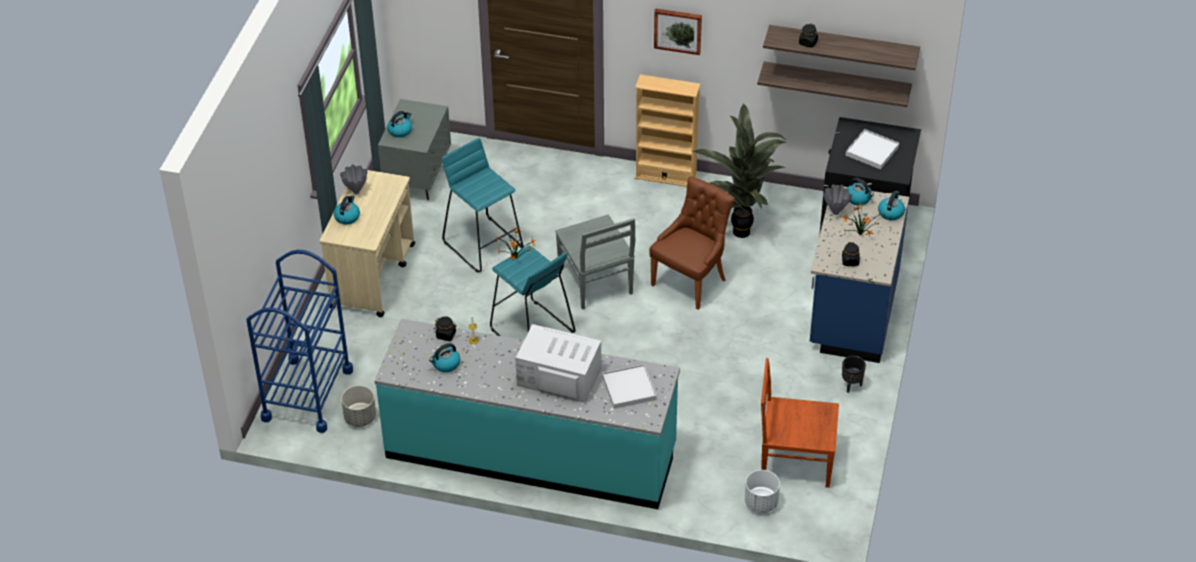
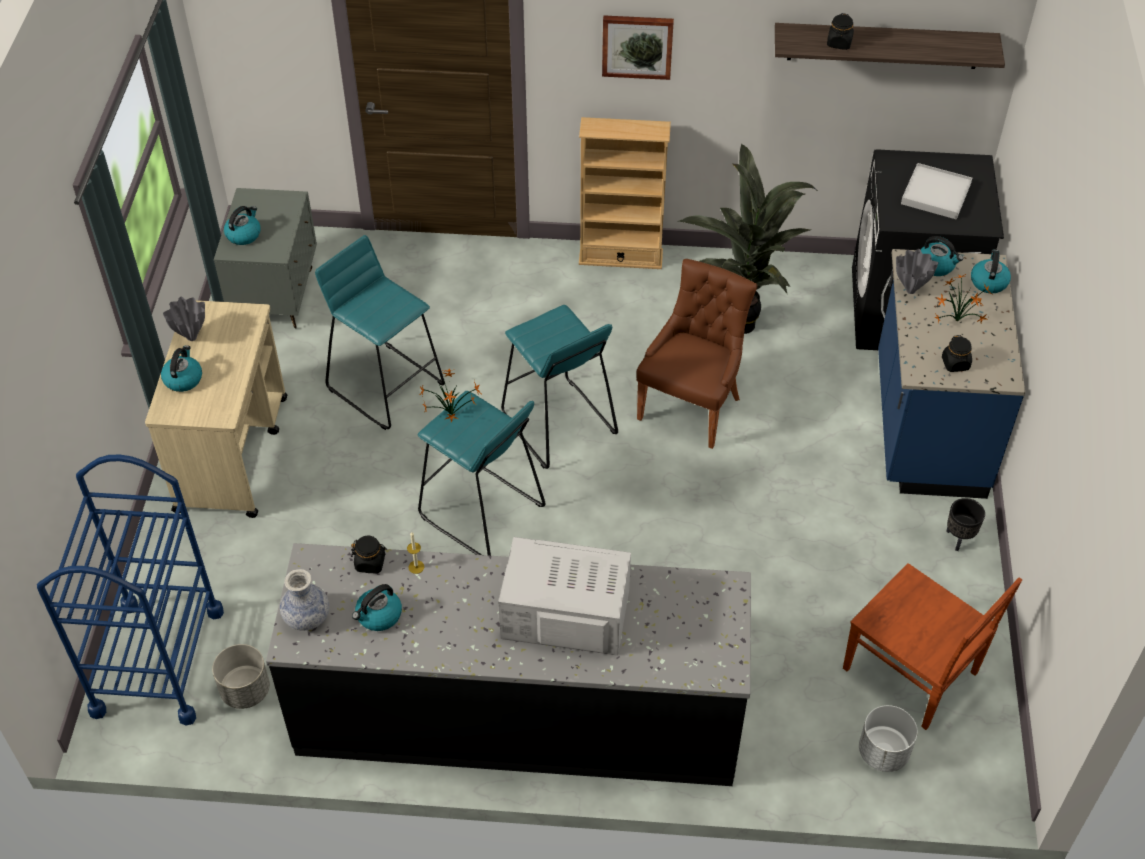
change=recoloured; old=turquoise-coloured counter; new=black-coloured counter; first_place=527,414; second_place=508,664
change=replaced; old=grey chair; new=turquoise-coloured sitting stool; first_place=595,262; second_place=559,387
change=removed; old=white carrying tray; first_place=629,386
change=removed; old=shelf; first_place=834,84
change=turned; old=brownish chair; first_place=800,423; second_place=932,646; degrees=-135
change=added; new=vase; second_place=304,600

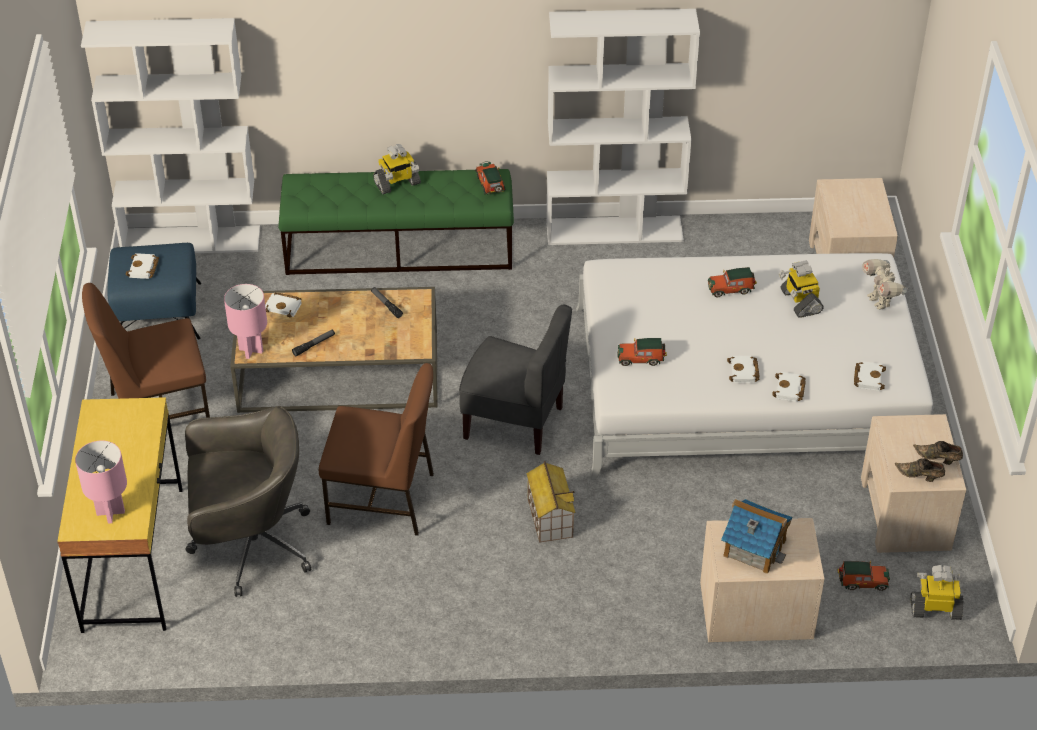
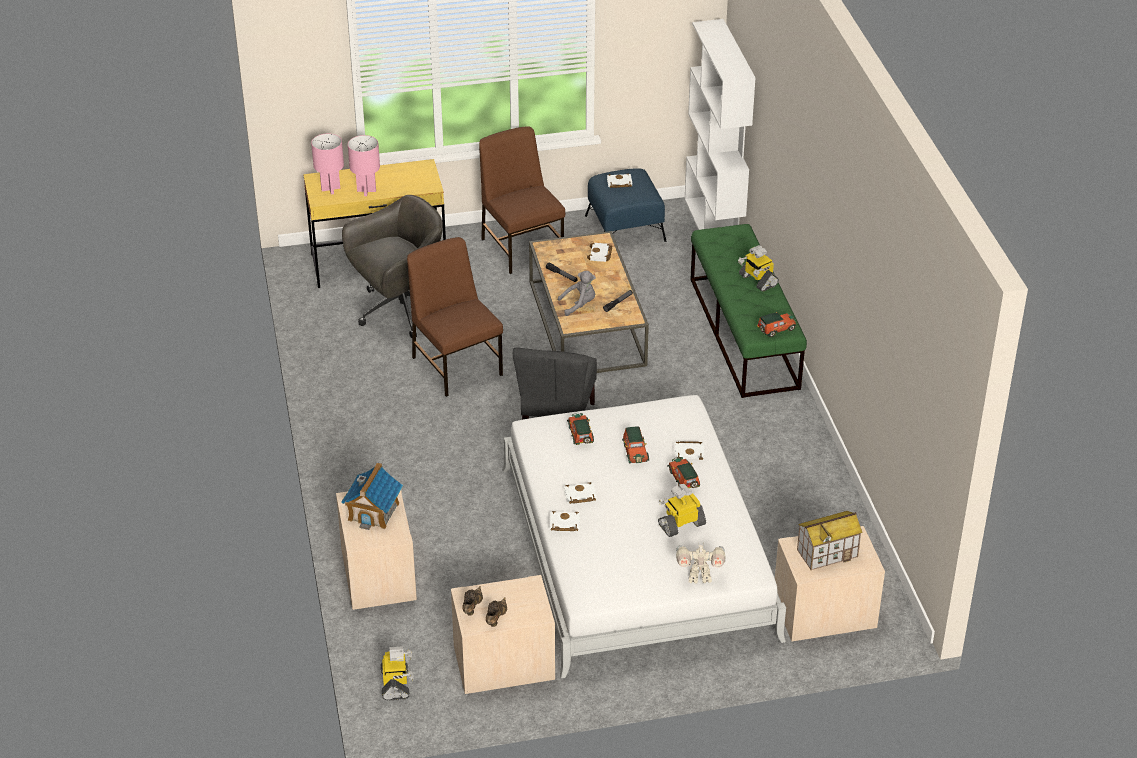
change=turned; old=grey desk chair; first_place=248,501; second_place=392,266; degrees=-105
change=moved; old=pinkish tabletop lamp; first_place=245,321; second_place=364,165
change=turned; old=brownish chair; first_place=376,449; second_place=455,317; degrees=150
change=moved; old=miniature house; first_place=551,502; second_place=830,540
change=removed; old=white shelving unit; first_place=623,127
change=moved; old=toy car; first_place=863,576; second_place=635,444
change=moved; old=white bound book; first_place=870,376; second_place=689,450
change=turned; old=toy robot; first_place=885,284; second_place=700,563; degrees=-150
change=added; new=grey plush toy; second_place=577,293

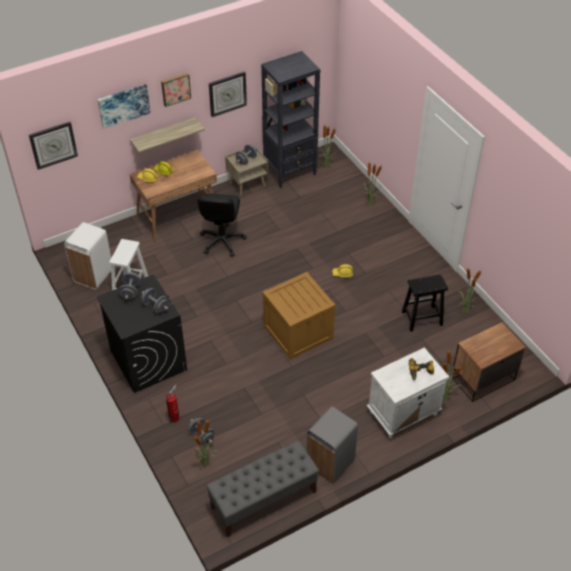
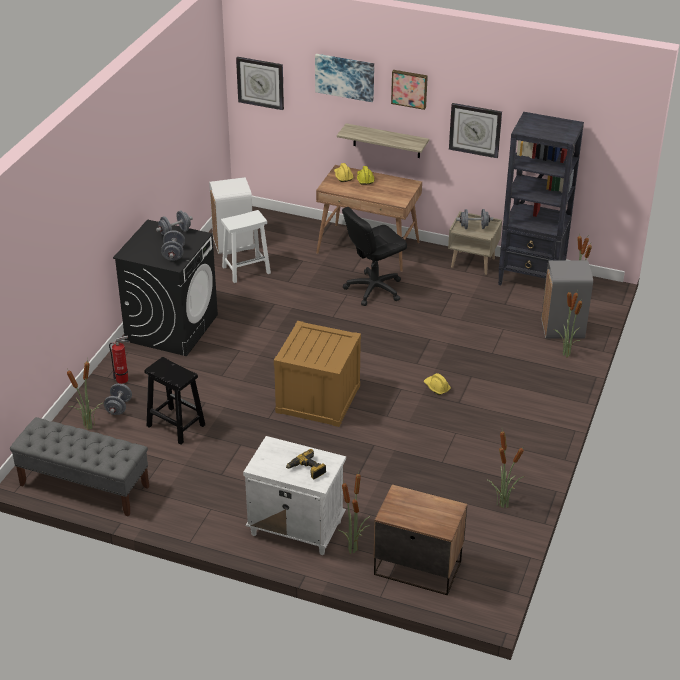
change=moved; old=grey trash can; first_place=332,445; second_place=567,299
change=moved; old=black-coloured sitting stool; first_place=425,303; second_place=174,401

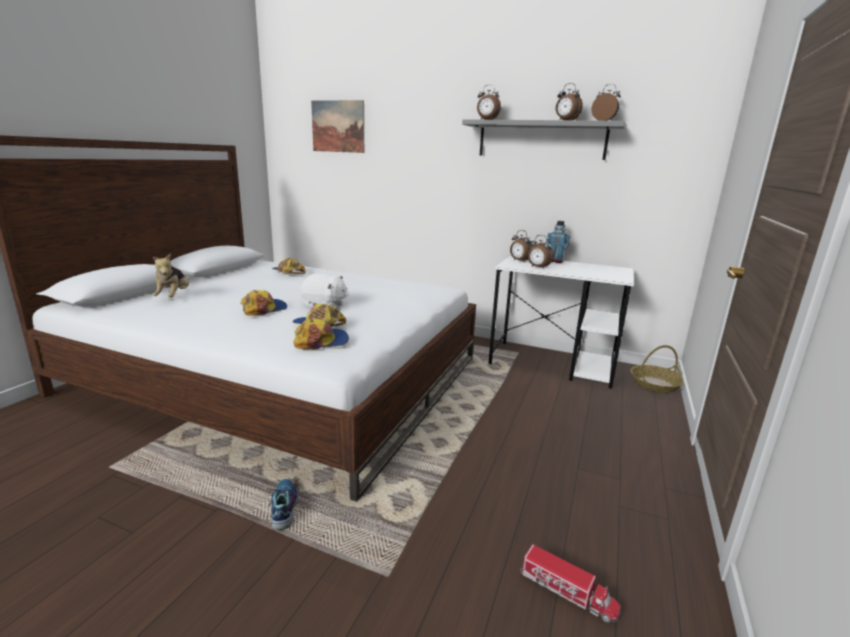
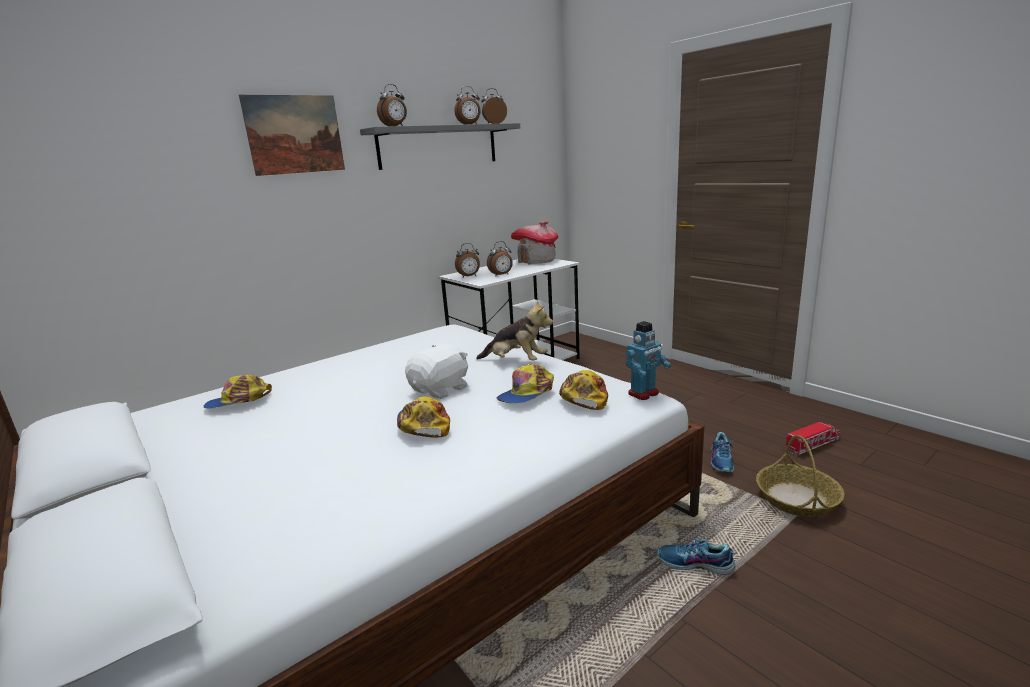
change=moved; old=plush toy; first_place=170,275; second_place=514,330
change=moved; old=picture; first_place=337,126; second_place=292,135
change=moved; old=toy robot; first_place=558,242; second_place=648,360
change=moved; old=household basket; first_place=657,369; second_place=800,476
change=added; new=miniature house; second_place=534,243
change=added; new=low shoe; second_place=722,452

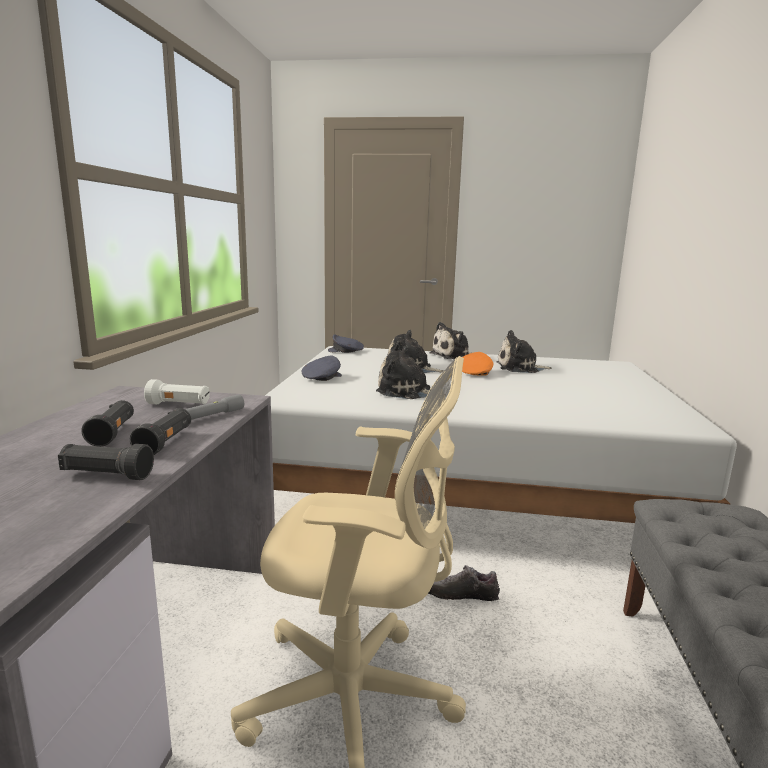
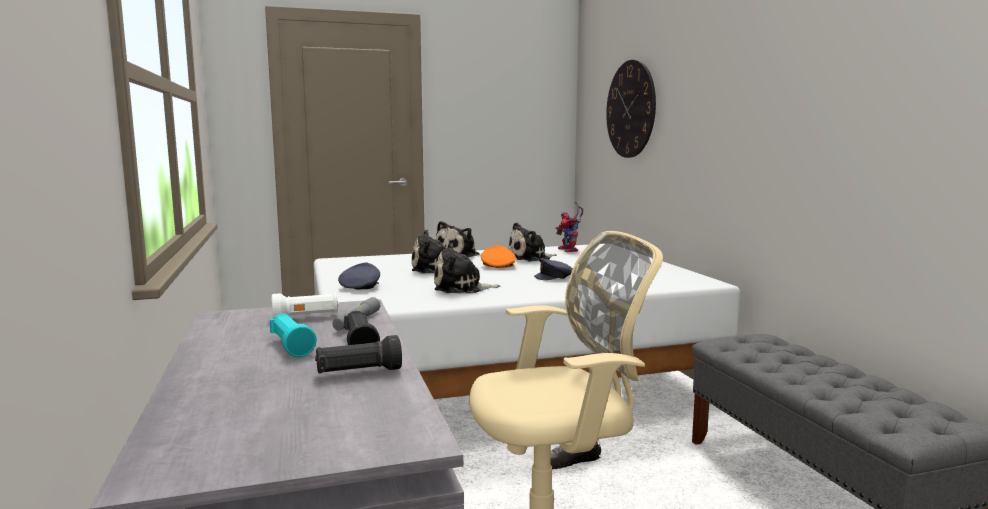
change=recoloured; old=black-coloured flashlight; new=turquoise-coloured flashlight; first_place=107,423; second_place=293,335
change=moved; old=grey cap; first_place=346,343; second_place=553,269
change=added; new=toy robot; second_place=570,226
change=added; new=clock on the wall; second_place=631,109

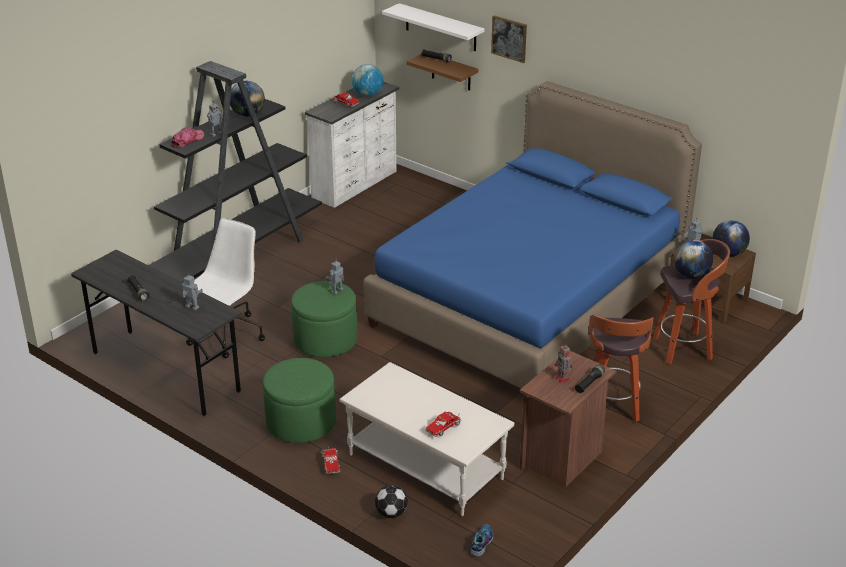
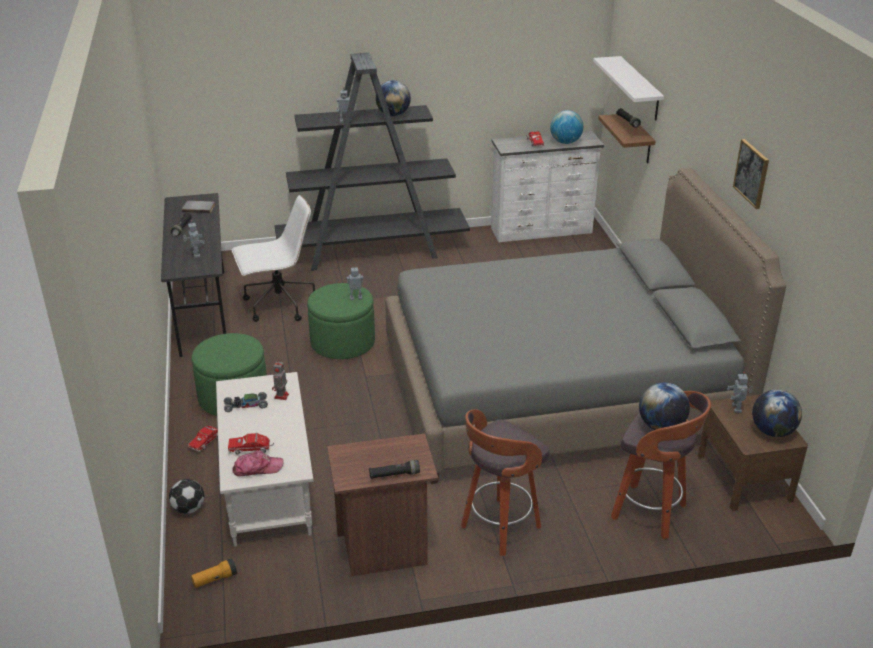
change=moved; old=cap; first_place=187,137; second_place=258,463
change=recoloured; old=bluish bed; new=grey bed; first_place=532,234; second_place=585,326
change=replaced; old=low shoe; new=flashlight; first_place=482,540; second_place=214,573
change=moved; old=picture; first_place=509,39; second_place=751,174
change=moved; old=toy robot; first_place=563,363; second_place=280,380
change=added; new=grey bound book; second_place=198,207
change=added; new=toy car; second_place=246,402

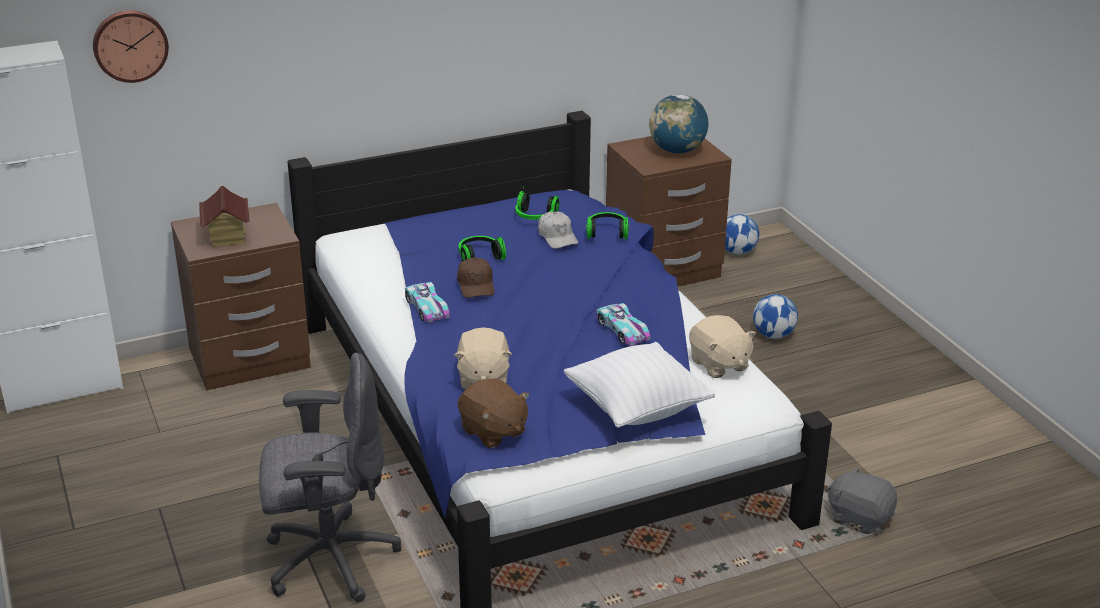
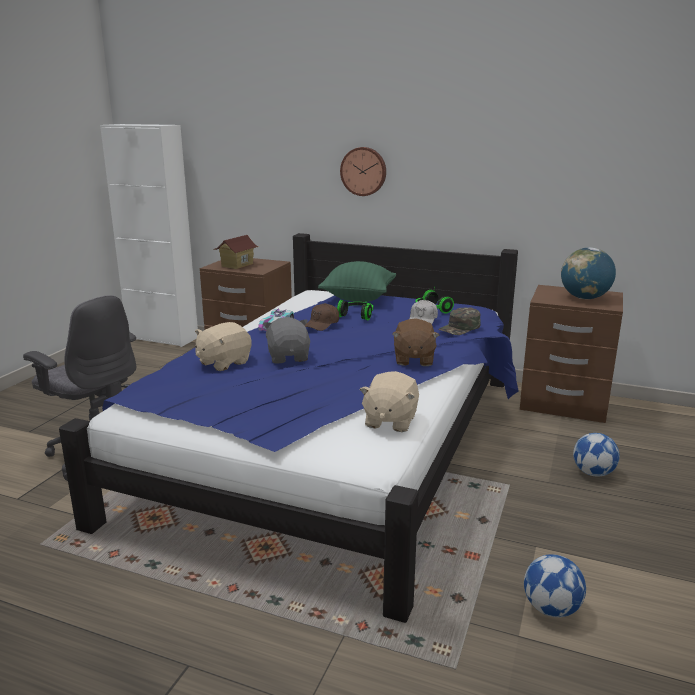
change=moved; old=clock on the wall; first_place=131,46; second_place=363,171
change=moved; old=brownish plush toy; first_place=494,413; second_place=415,342
change=removed; old=white cushion; first_place=639,385
change=replaced; old=headphones; new=green cap; first_place=607,225; second_place=459,321
change=removed; old=toy car; first_place=623,324
change=moved; old=football ball; first_place=742,234; second_place=555,585
change=moved; old=grey plush toy; first_place=861,500; second_place=286,340
change=added; new=green cushion; second_place=357,281

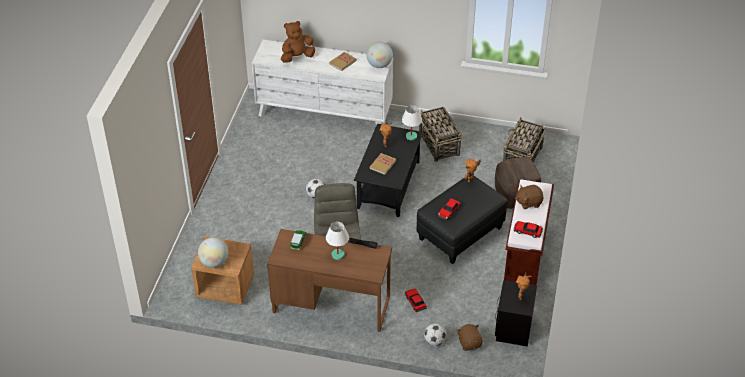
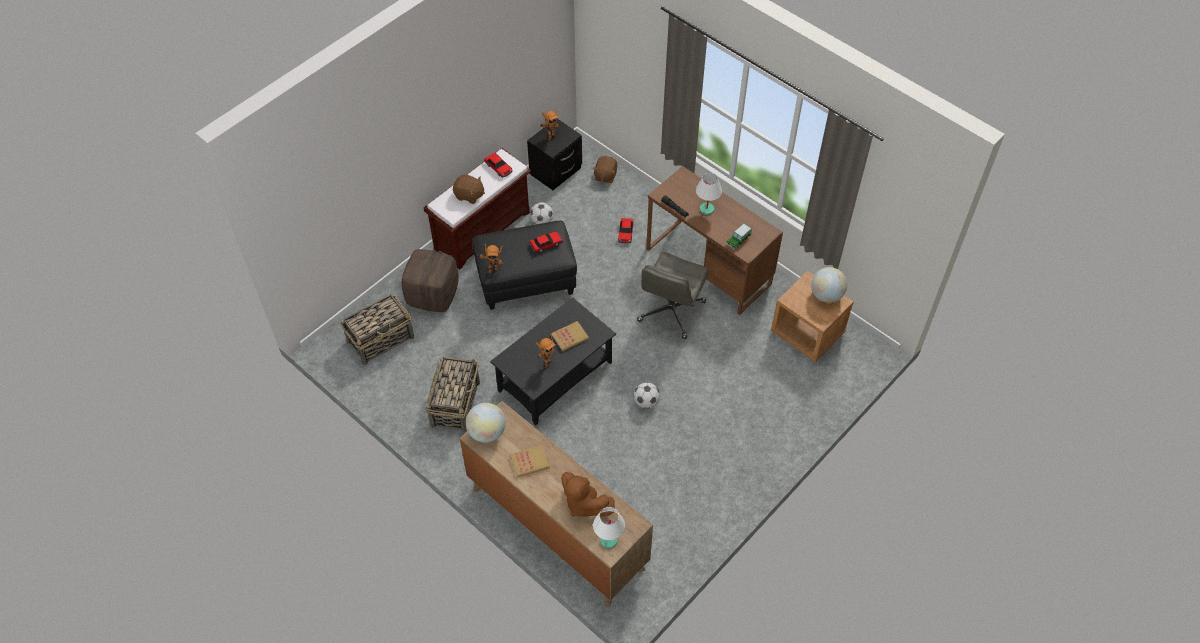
change=recoloured; old=white dresser; new=brownish dresser; first_place=322,82; second_place=556,504
change=turned; old=brownish plush toy; first_place=298,41; second_place=588,494; degrees=45
change=moved; old=white tabletop lamp; first_place=412,122; second_place=609,528
change=moved; old=football ball; first_place=435,334; second_place=541,213

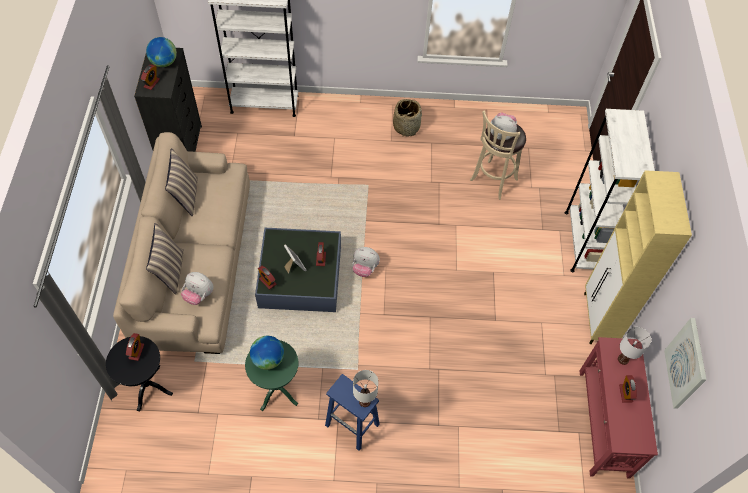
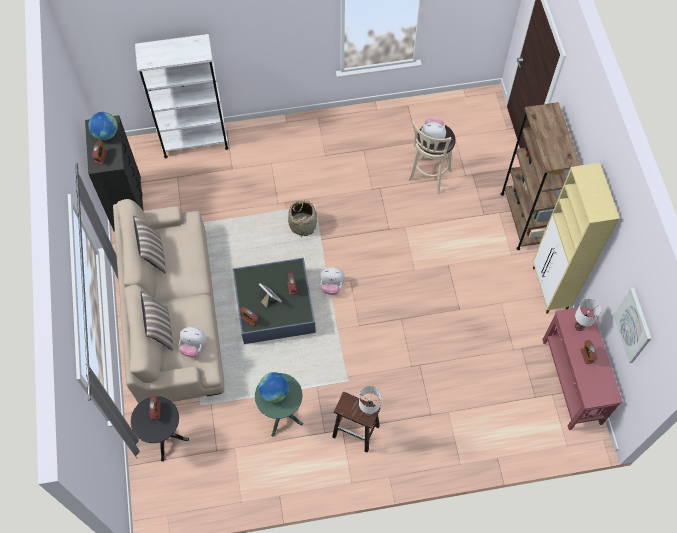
change=recoloured; old=bluish sitting stool; new=brownish sitting stool; first_place=352,412; second_place=356,422
change=moved; old=household basket; first_place=407,118; second_place=302,218
change=recoloured; old=white shelving unit; new=brownish shelving unit; first_place=610,190; second_place=540,176

